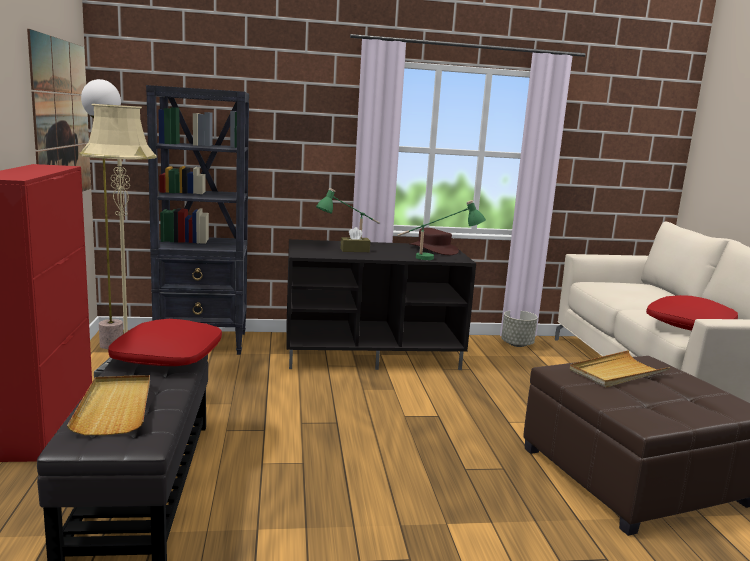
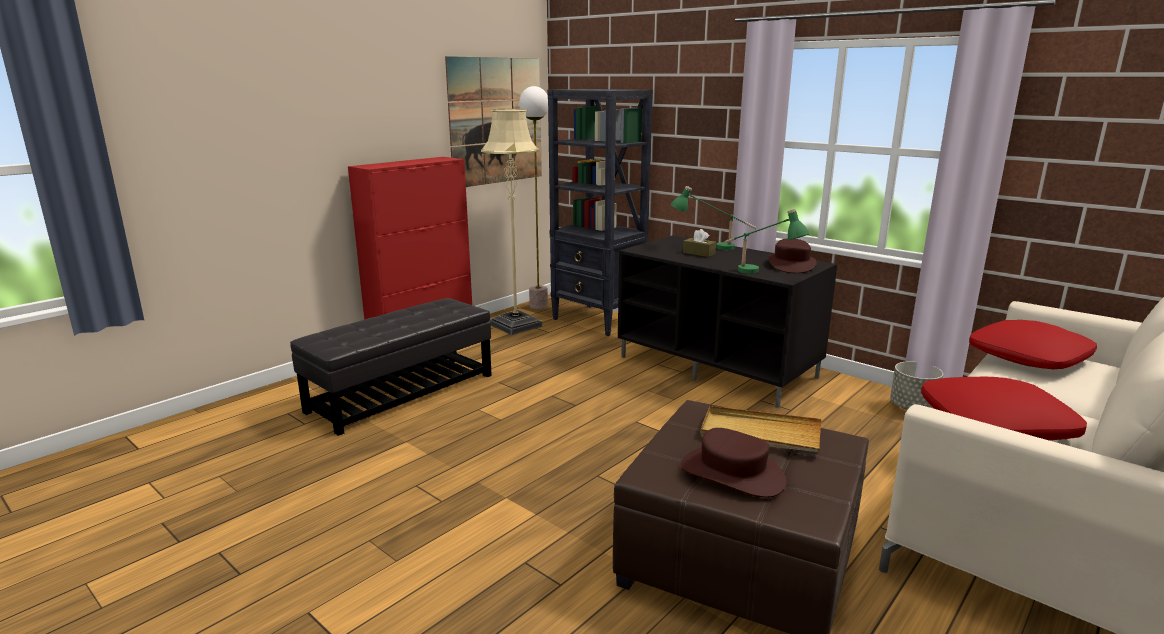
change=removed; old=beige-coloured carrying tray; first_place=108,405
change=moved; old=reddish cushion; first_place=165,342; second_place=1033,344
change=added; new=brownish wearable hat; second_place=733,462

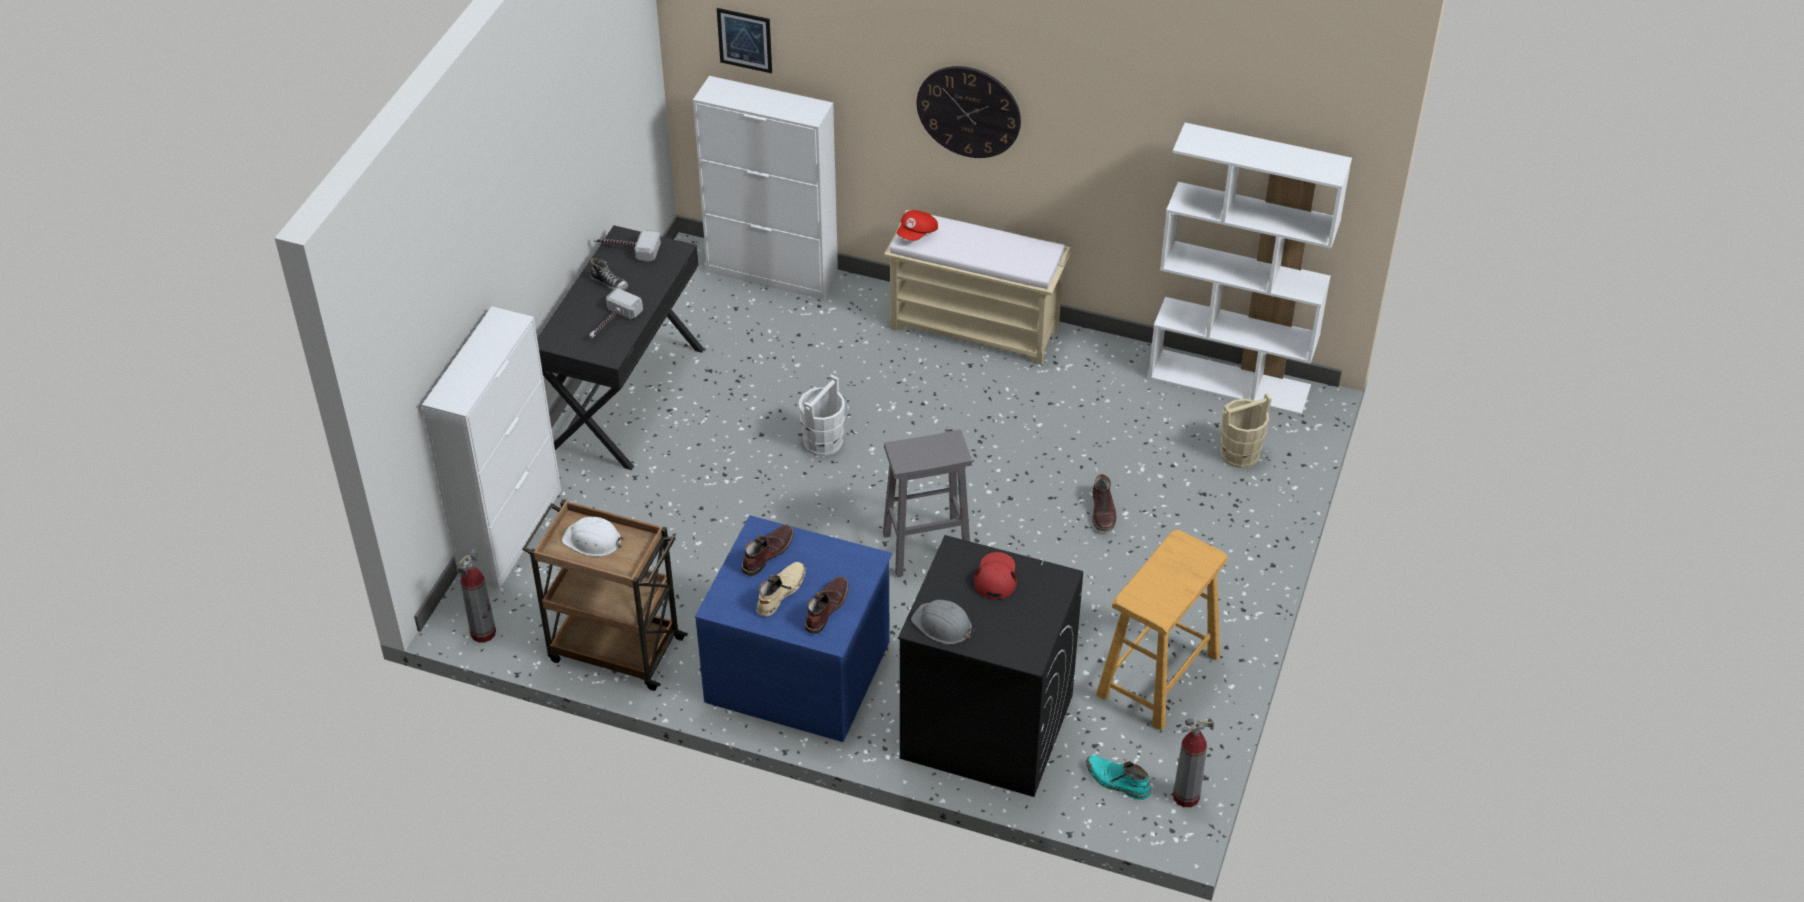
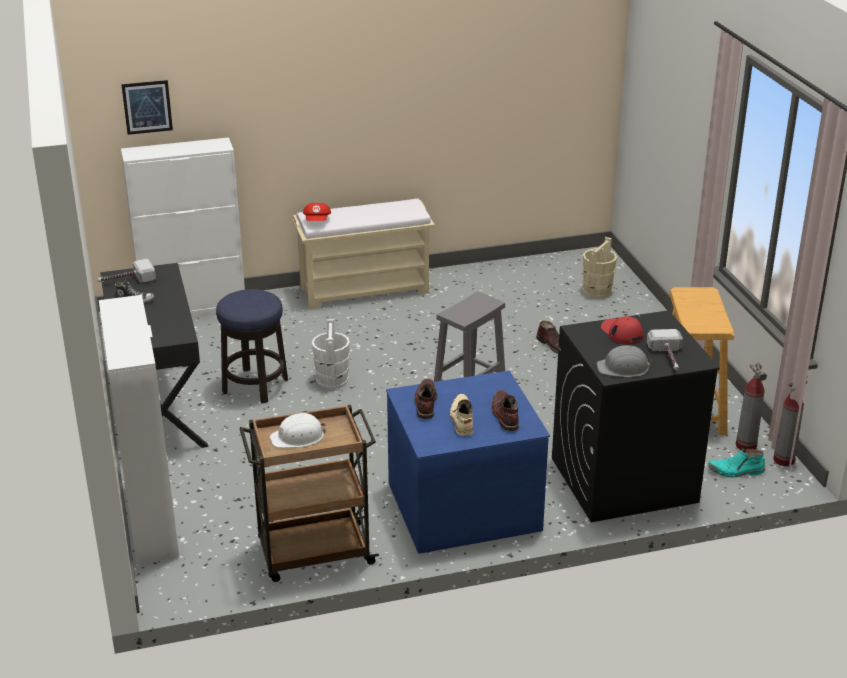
change=moved; old=extinguisher; first_place=476,595; second_place=751,406
change=moved; old=hammer; first_place=616,313; second_place=665,349
change=removed; old=clock on the wall; first_place=969,112
change=removed; old=white shelving unit; first_place=1250,269
change=added; new=sitting stool; second_place=252,346

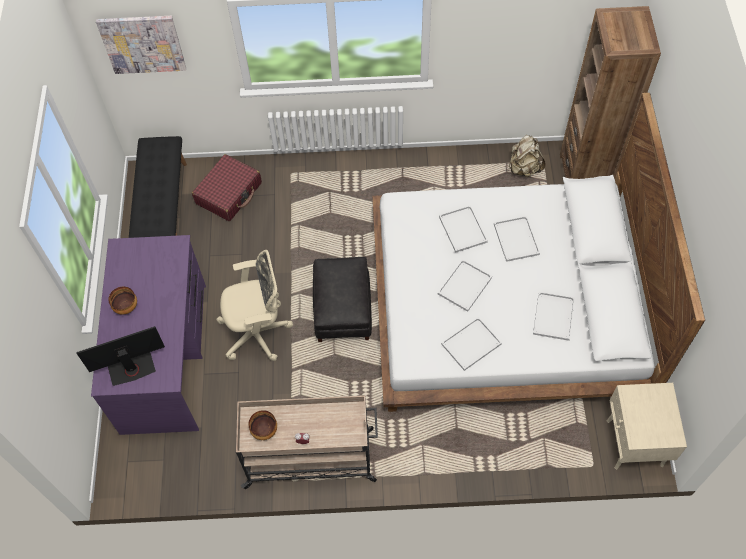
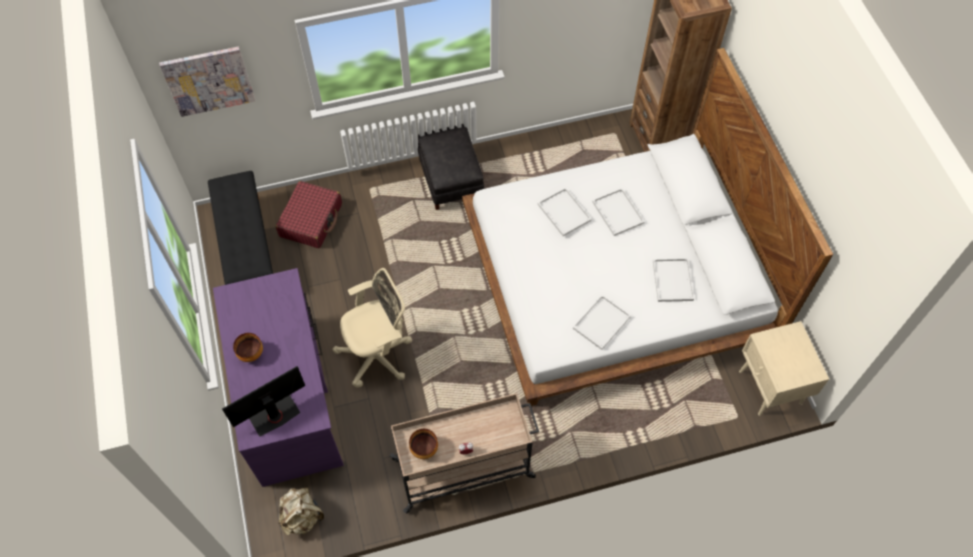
change=moved; old=black-coloured ottoman; first_place=342,299; second_place=451,167
change=removed; old=white carrying tray; first_place=465,285
change=moved; old=beige-coloured rucksack; first_place=527,156; second_place=301,511

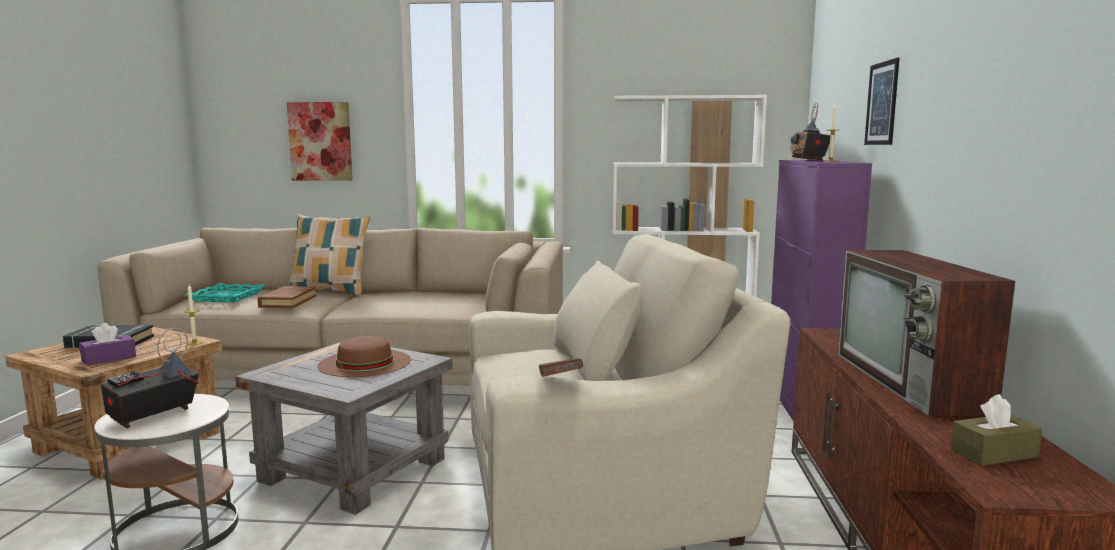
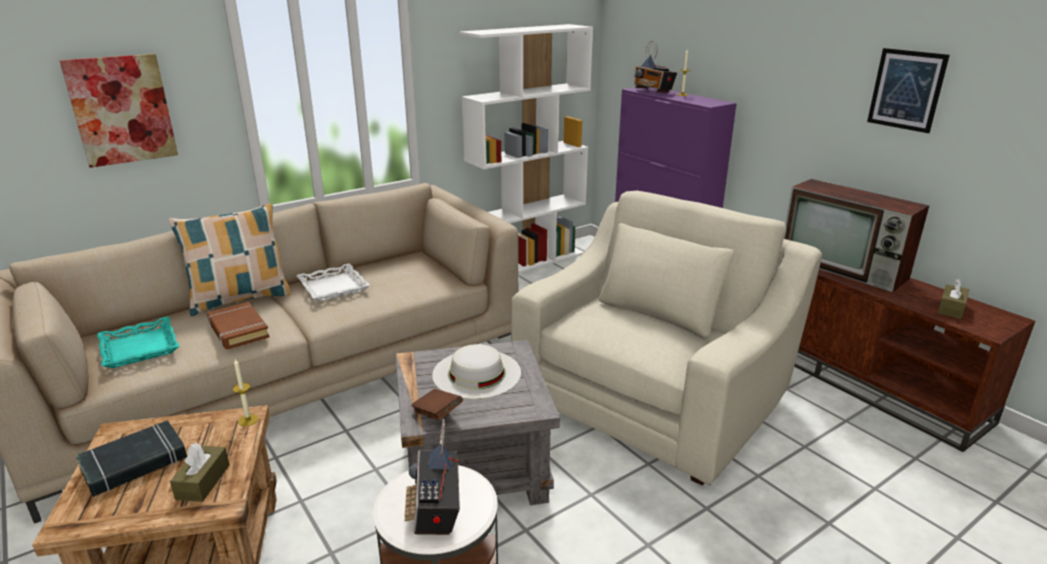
change=recoloured; old=purple tissue box; new=brownish tissue box; first_place=107,344; second_place=199,472
change=recoloured; old=brownish wearable hat; new=white wearable hat; first_place=364,356; second_place=476,371
change=moved; old=brownish bound book; first_place=561,367; second_place=437,404
change=moved; old=picture; first_place=882,101; second_place=908,90
change=added; new=white carrying tray; second_place=333,282

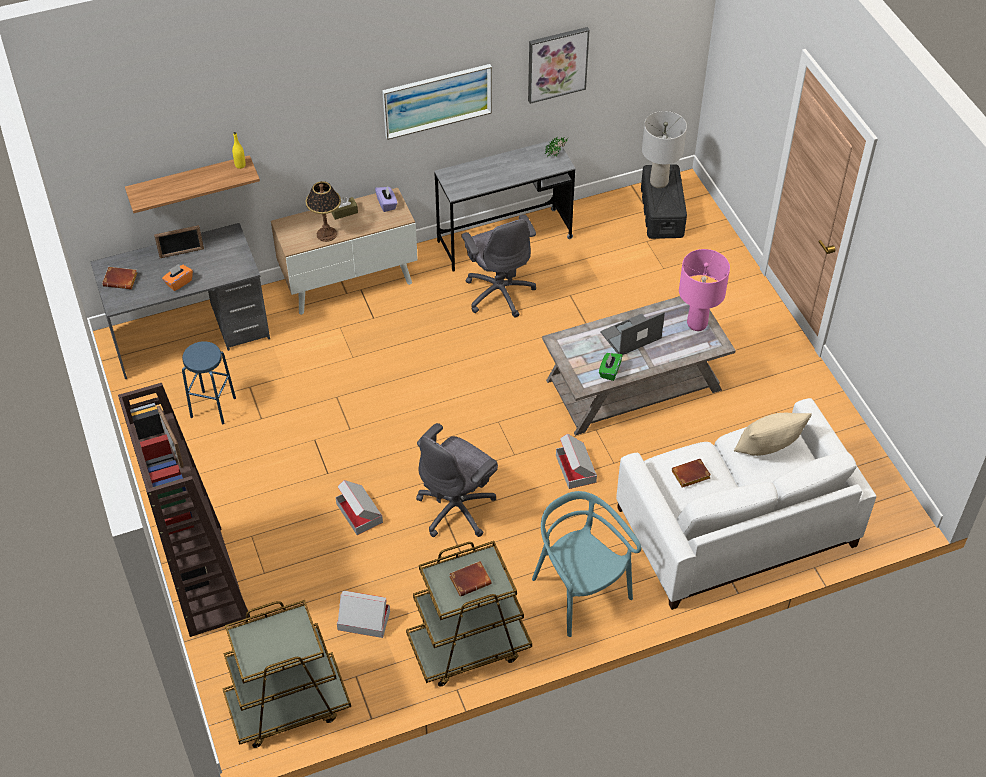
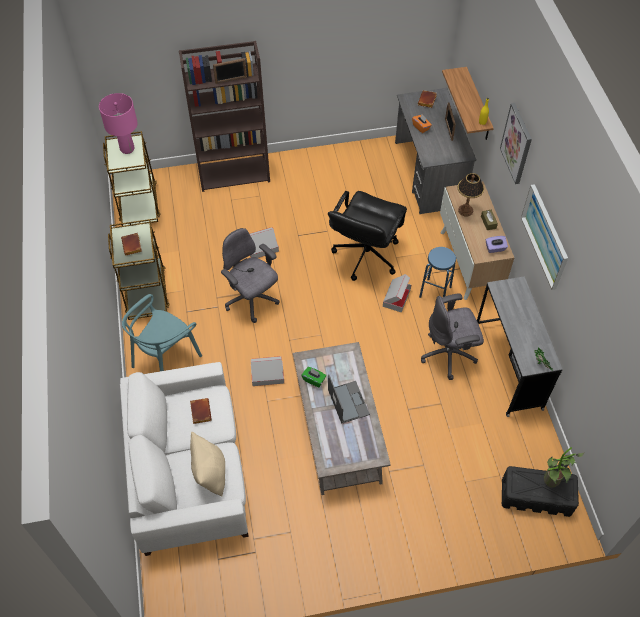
change=moved; old=bluish sitting stool; first_place=209,383; second_place=437,272
change=moved; old=cardboard box; first_place=363,614; second_place=397,293
change=moved; old=picture; first_place=558,65; second_place=516,143
change=turned; old=turquoise-coloured chair; first_place=587,564; second_place=162,332; degrees=150
change=replaced; old=grey tabletop lamp; new=potted plant; first_place=664,149; second_place=564,467
change=moved; old=pinkish tabletop lamp; first_place=704,290; second_place=118,123
change=added; new=black-coloured desk chair; second_place=367,236

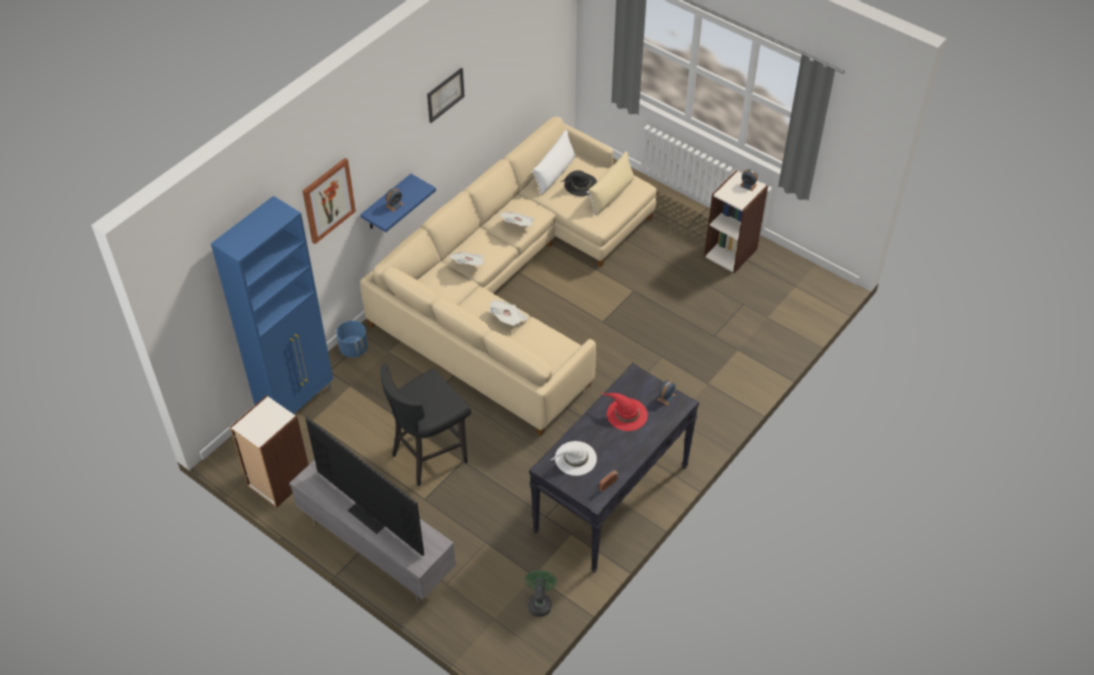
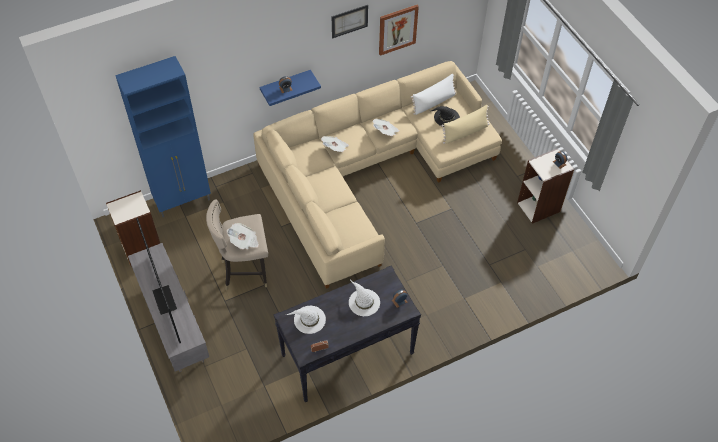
change=moved; old=picture; first_place=329,201; second_place=399,30
change=removed; old=bluish flower pot; first_place=352,339
change=recoloured; old=black-coloured sitting stool; new=beige-coloured sitting stool; first_place=425,425; second_place=237,244
change=moved; old=newspaper; first_place=508,313; second_place=243,236
change=removed; old=green fan; first_place=541,593
change=recoloured; old=reddish wearable hat; new=white wearable hat; first_place=624,412; second_place=364,298

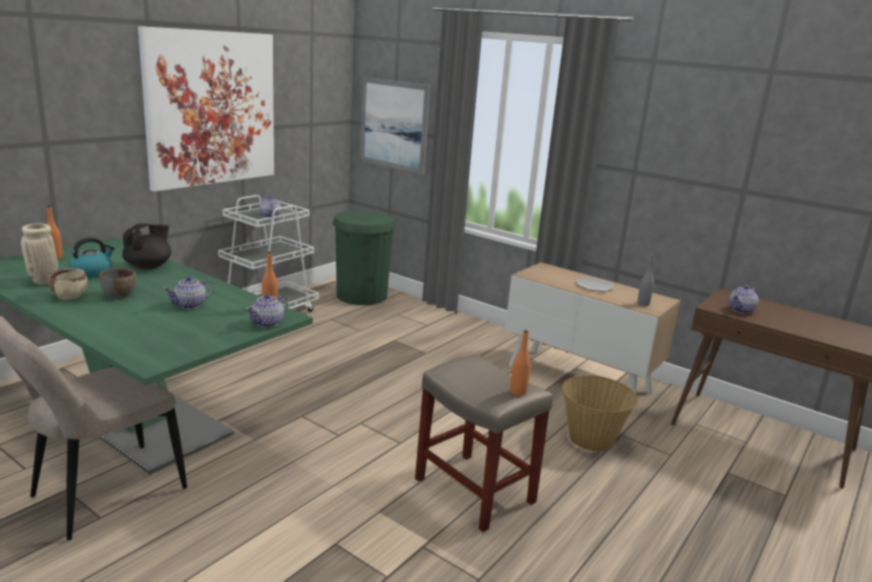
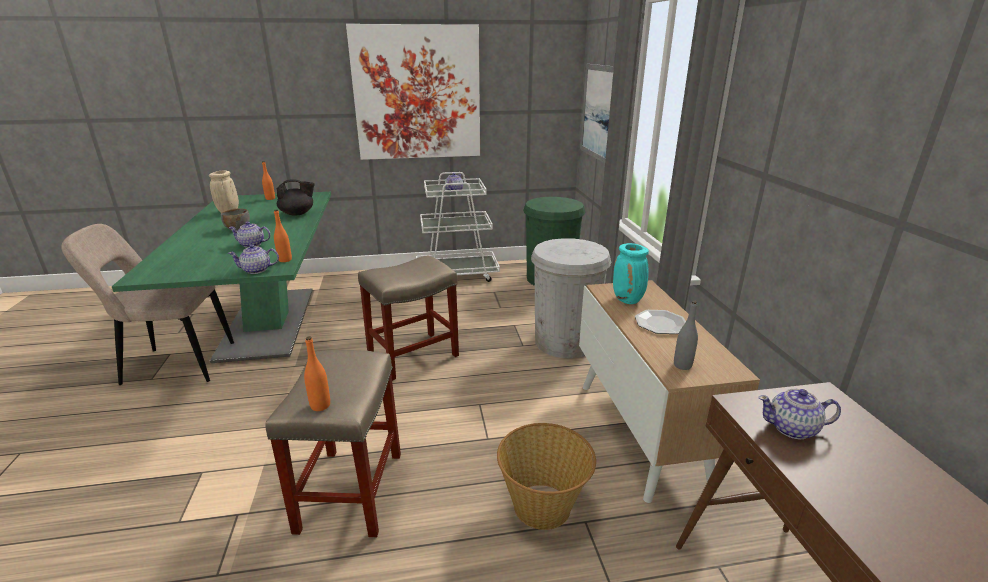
change=removed; old=beige-coloured bowl; first_place=67,284
change=removed; old=kettle; first_place=92,257
change=added; new=beige-coloured sitting stool; second_place=408,318
change=added; new=white trash can; second_place=571,298
change=added; new=turquoise-coloured vase; second_place=631,273

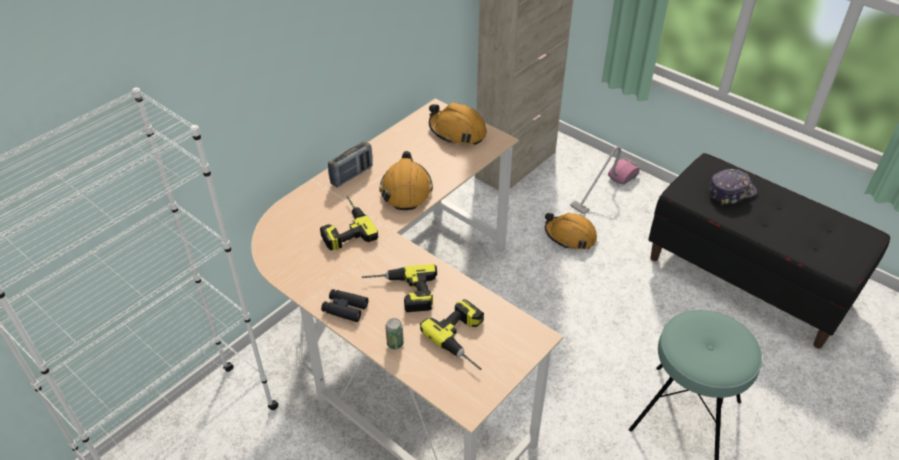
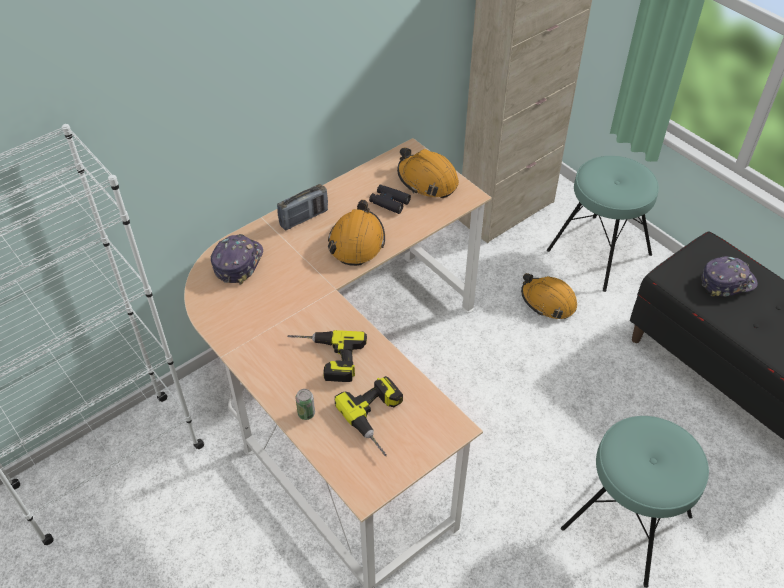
change=removed; old=drill; first_place=349,223
change=moved; old=black-coloured pair of binoculars; first_place=344,305; second_place=390,199
change=replaced; old=vacuum cleaner; new=turquoise-coloured sitting stool; first_place=605,180; second_place=603,224
change=added; new=cap; second_place=237,259

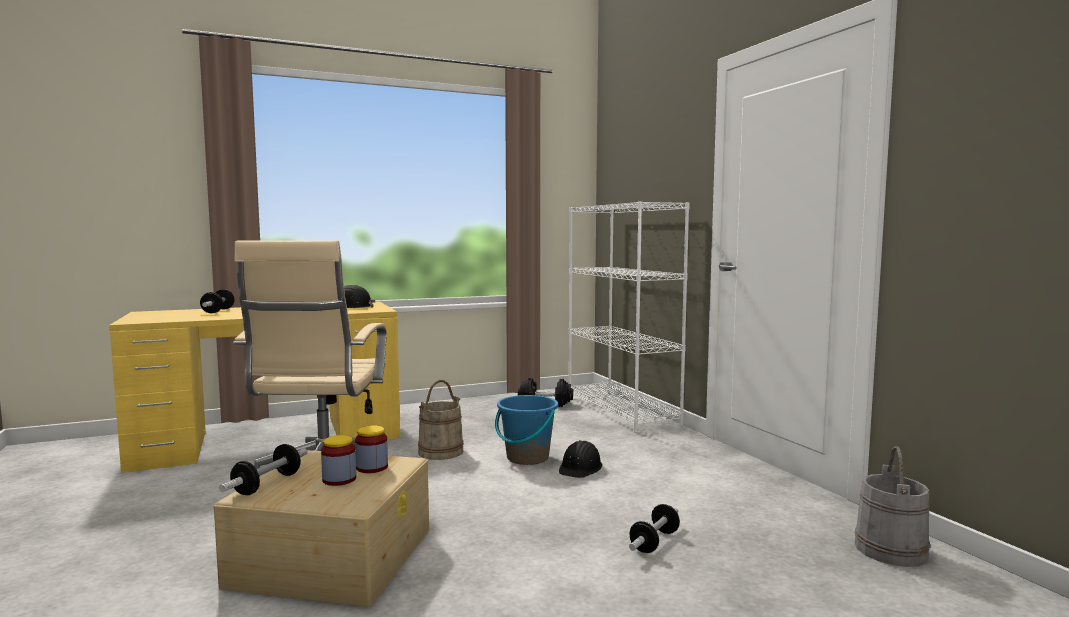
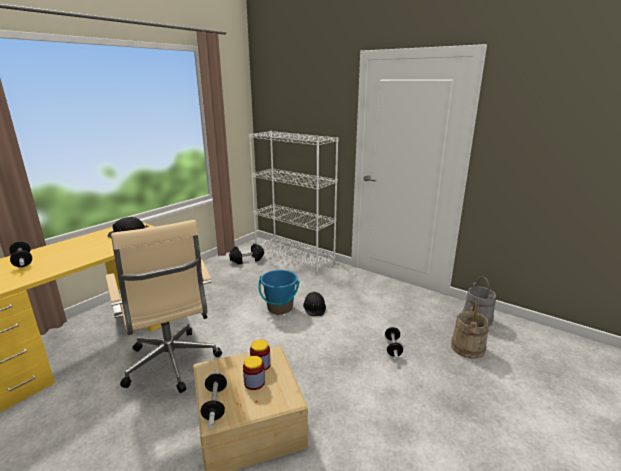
change=moved; old=beige-coloured pail; first_place=441,420; second_place=470,330

